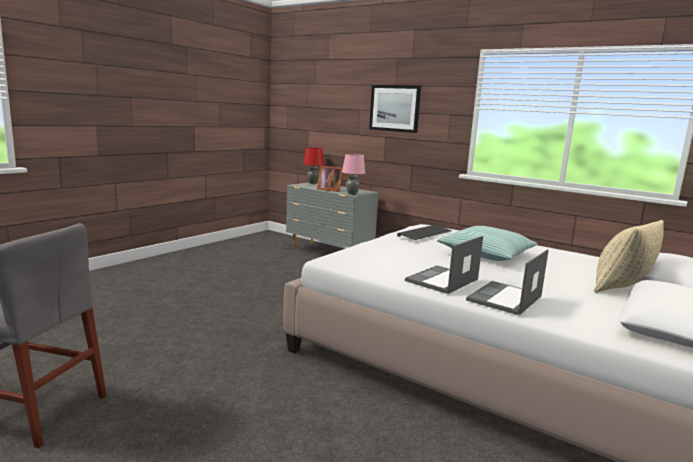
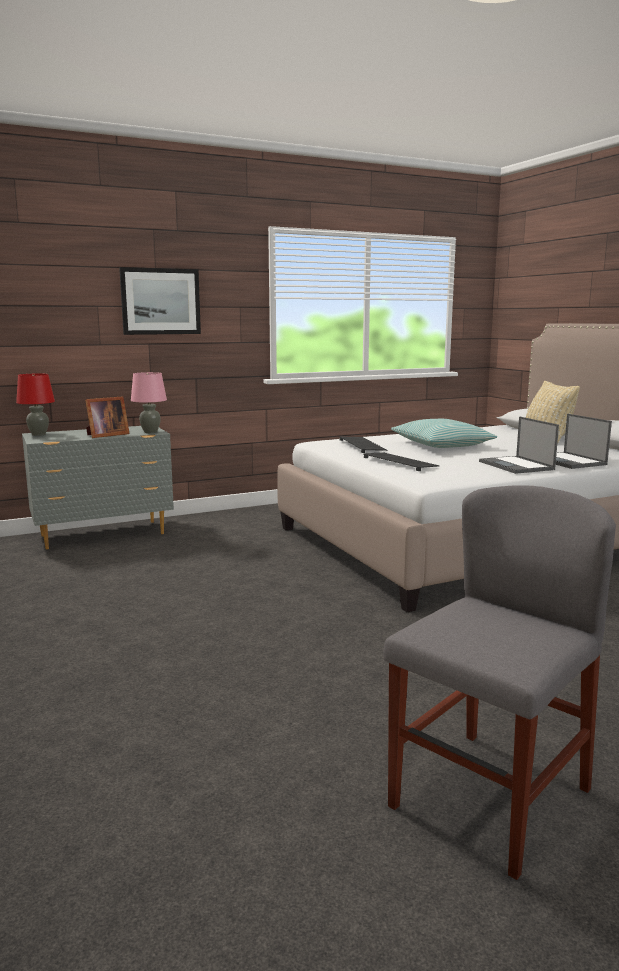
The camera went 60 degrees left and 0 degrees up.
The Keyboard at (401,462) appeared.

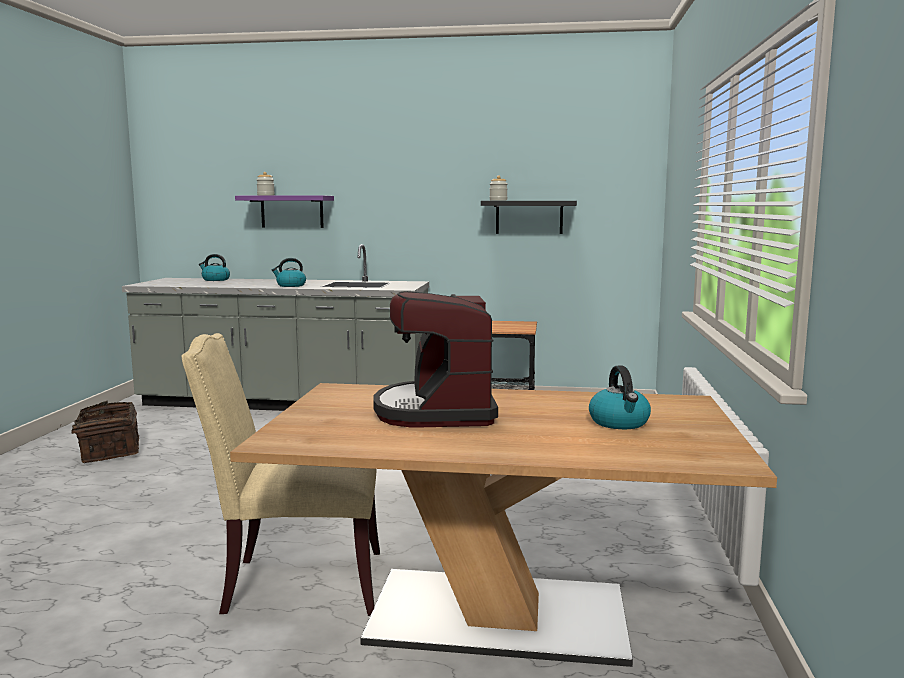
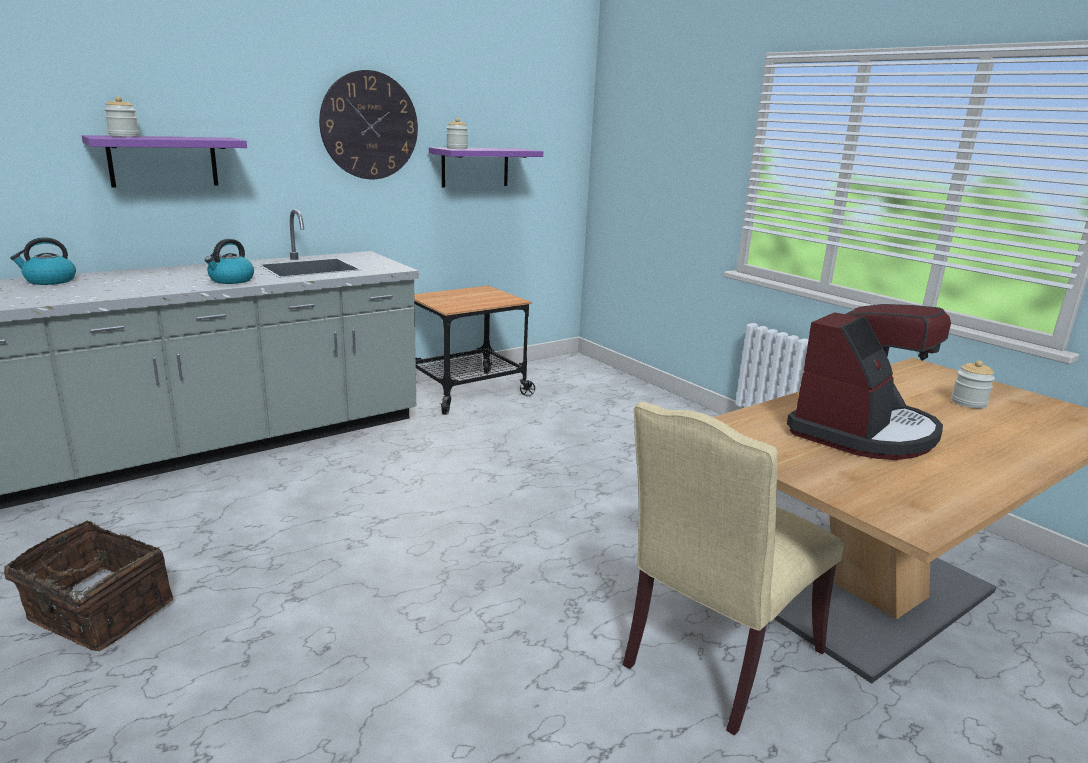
The camera went 45 degrees left and 10 degrees up.
The CoffeeMachine at (437,411) turned 90 degrees counterclockwise.
The BlackShelf at (529,217) became the PurpleShelf at (475,167).
The Kettle at (619,423) was replaced by the Jar at (968,402).
The WallClock at (369,125) appeared.

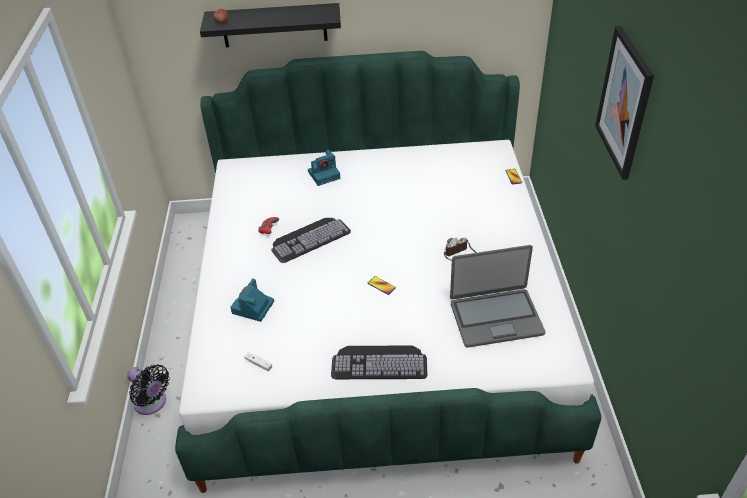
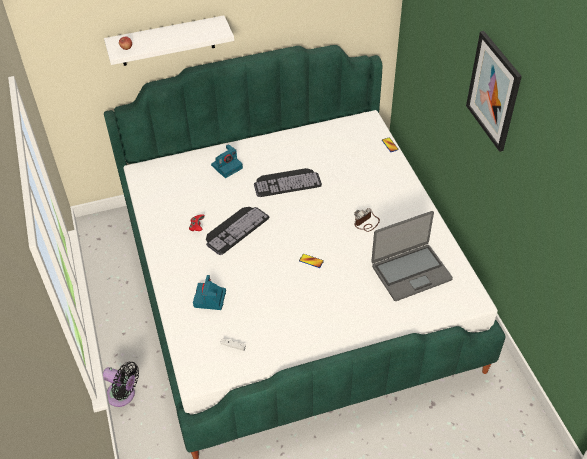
The camera went 15 degrees left and 5 degrees up.
The BlackShelf at (274,25) became the WhiteShelf at (167,41).
The Keyboard moved from (380,362) to (287,182).

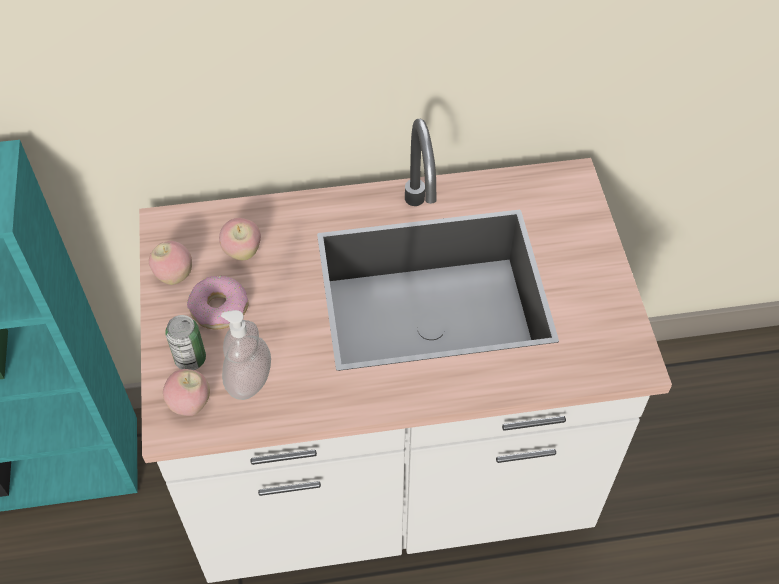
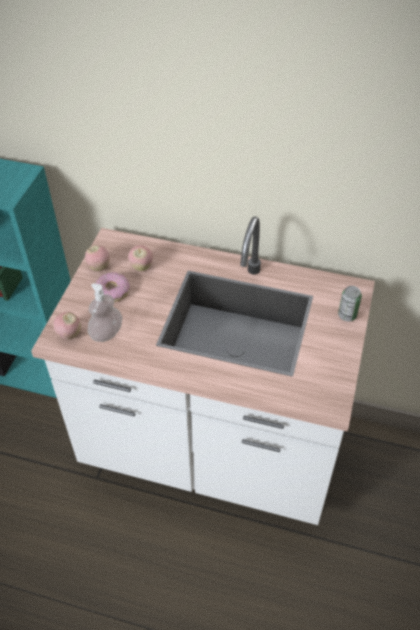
The camera went 25 degrees right and 5 degrees down.
The Can moved from (190,359) to (347,315).

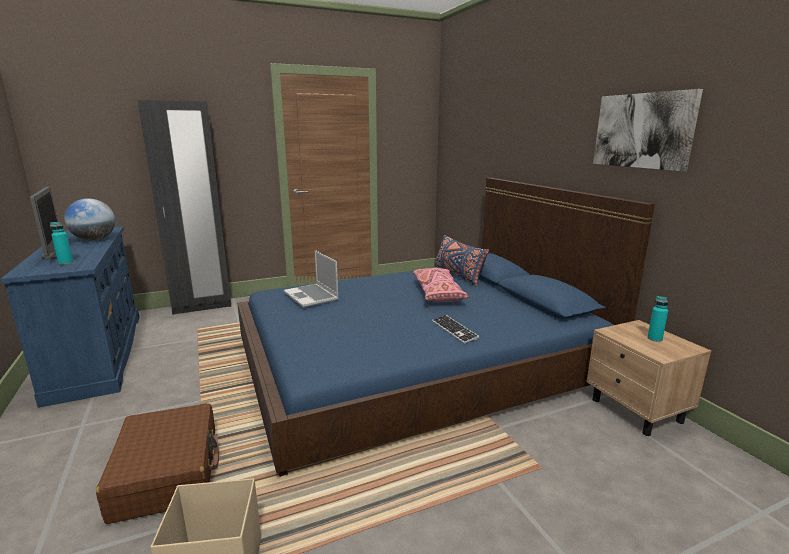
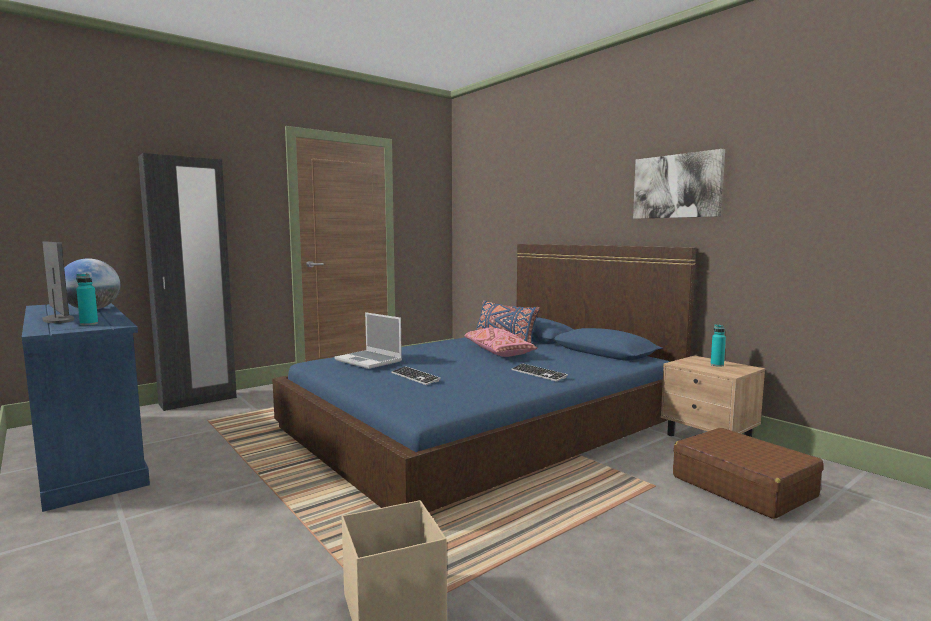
The camera went 15 degrees left and 10 degrees down.
The BrownSuitcase moved from (168,473) to (742,486).
The Keyboard at (415,377) appeared.

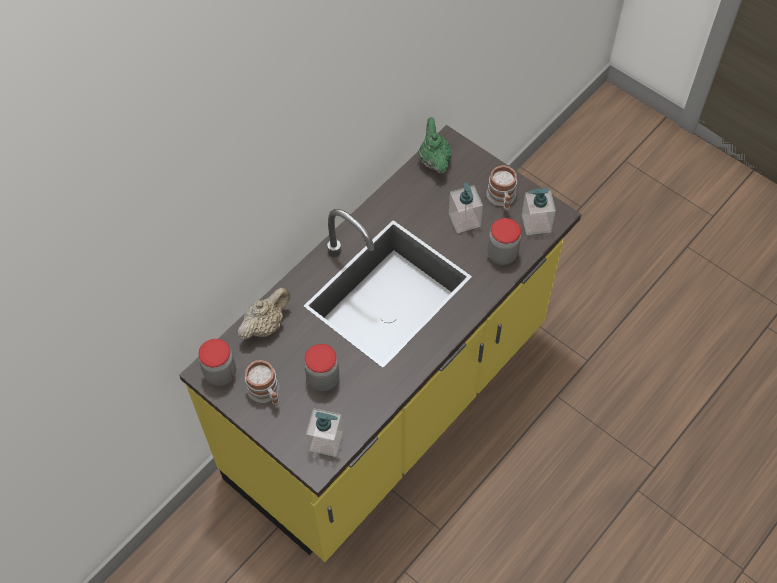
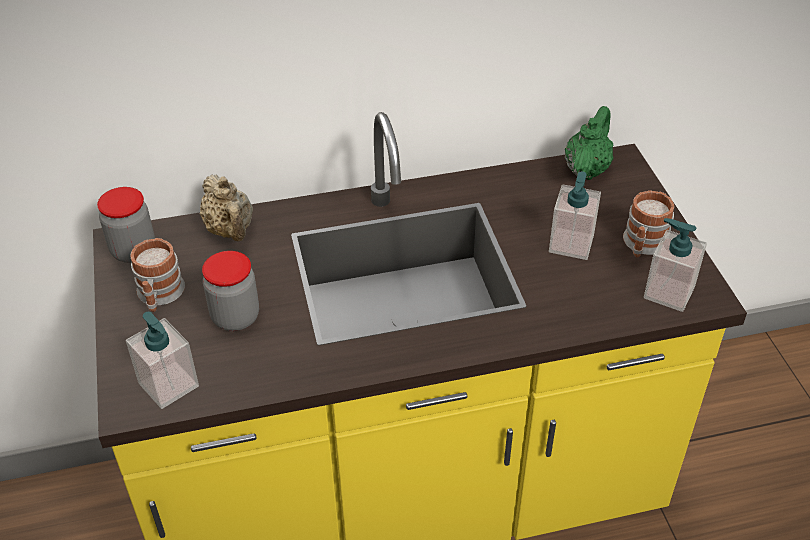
The camera went 35 degrees right and 15 degrees down.
The BeigeTeapot at (265,325) turned 75 degrees clockwise.
The Jar at (502,254) disappeared.

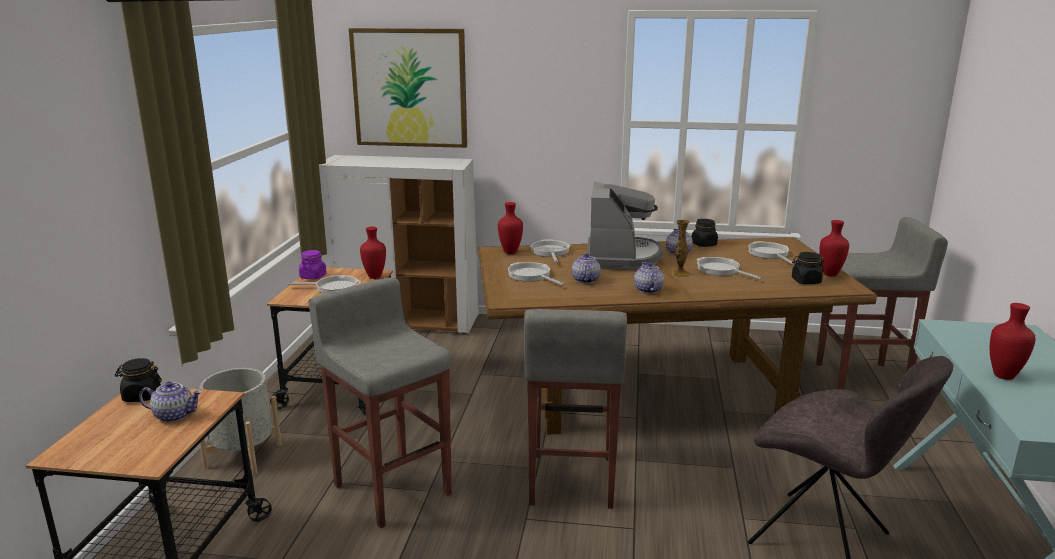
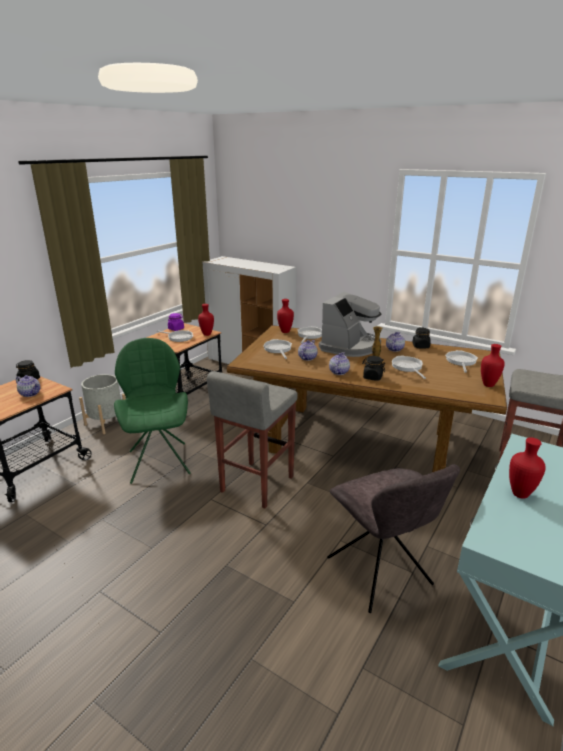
The camera went 25 degrees right and 5 degrees up.
The GreyStool at (392,488) was replaced by the GreenChair at (159,460).
The Picture at (409,88) disappeared.
The BlackJar moved from (806,281) to (372,377).

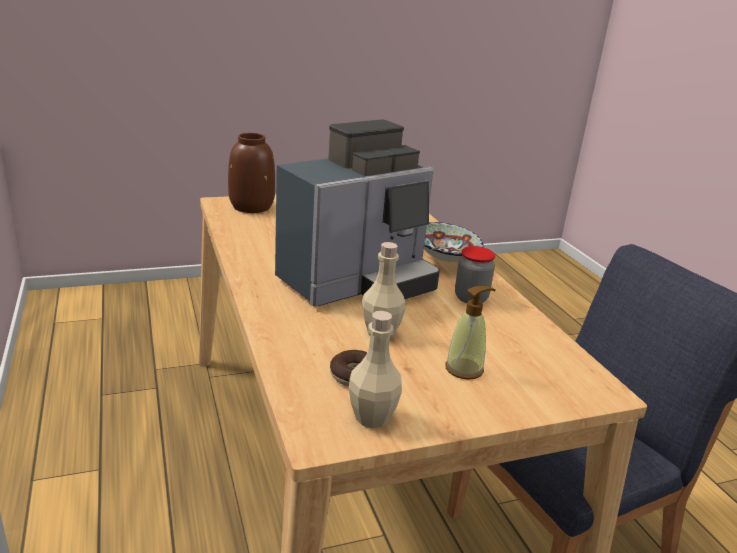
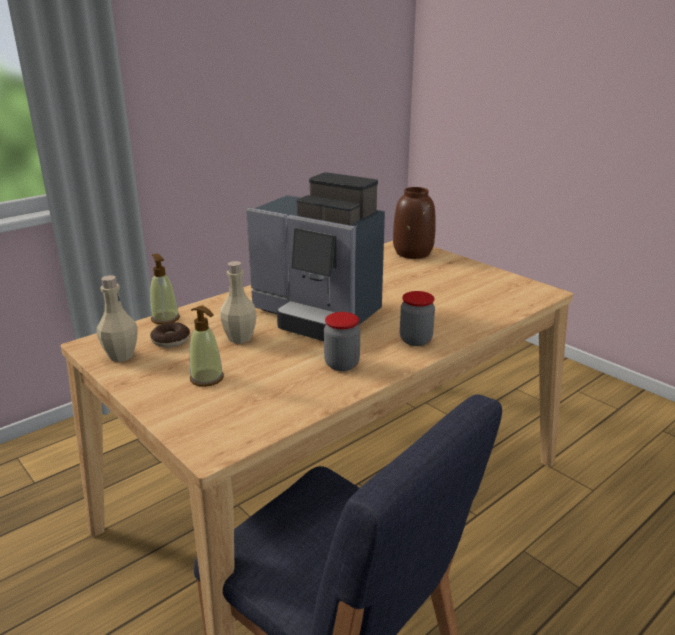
The camera went 70 degrees right and 0 degrees up.
The Bowl at (444,259) was replaced by the Jar at (415,340).
The SoapDispenser at (165,318) appeared.

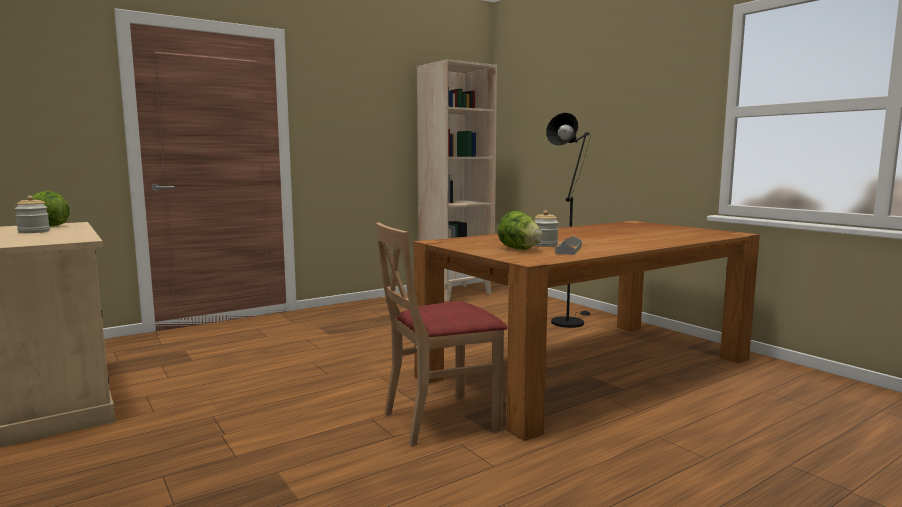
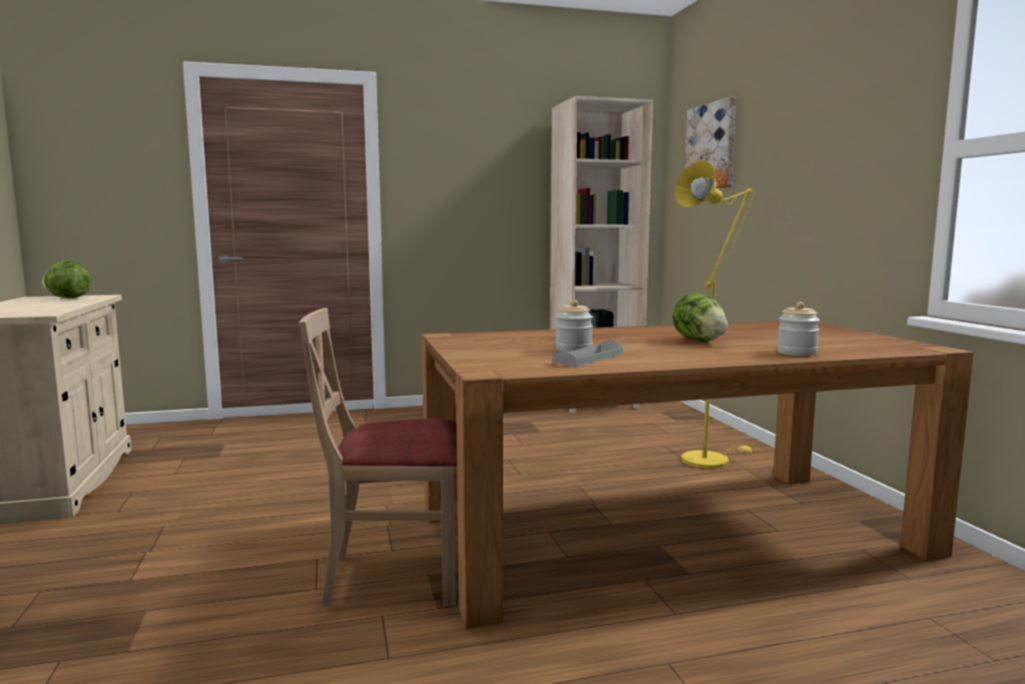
The camera went 20 degrees right and 0 degrees up.
The Jar moved from (34,232) to (796,353).
The Lettuce moved from (519,249) to (699,341).
The BlackFloorLamp at (569,321) became the YellowFloorLamp at (709,458).
The Picture at (711,147) appeared.

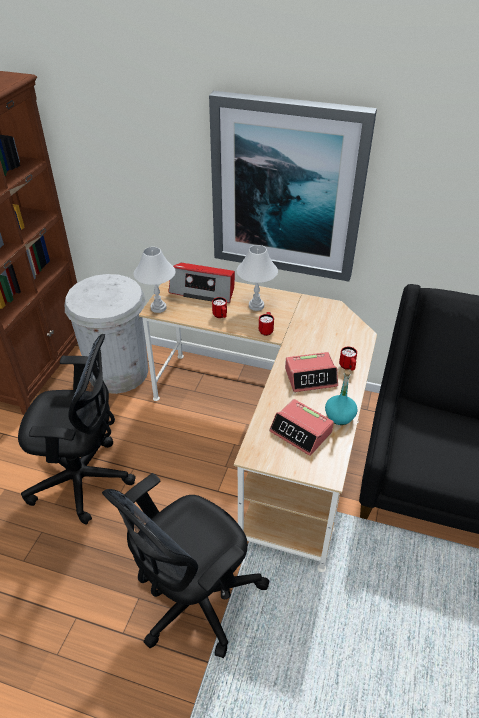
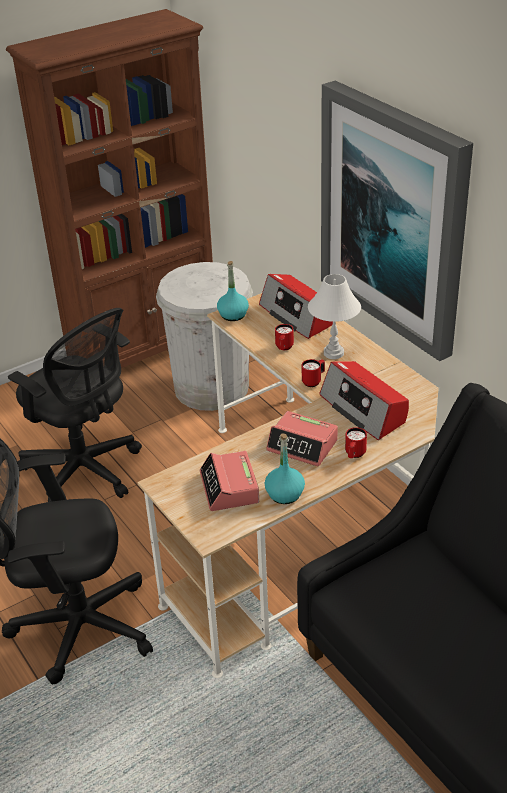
The camera went 40 degrees right and 5 degrees down.
The WhiteTableLamp at (158,307) was replaced by the TurquoiseBottle at (233,315).
The Radio at (364,409) appeared.

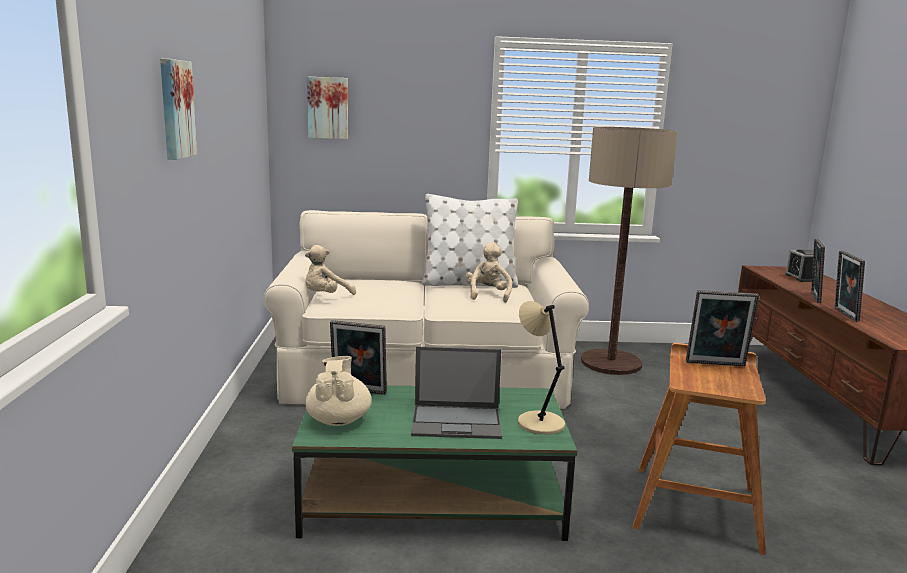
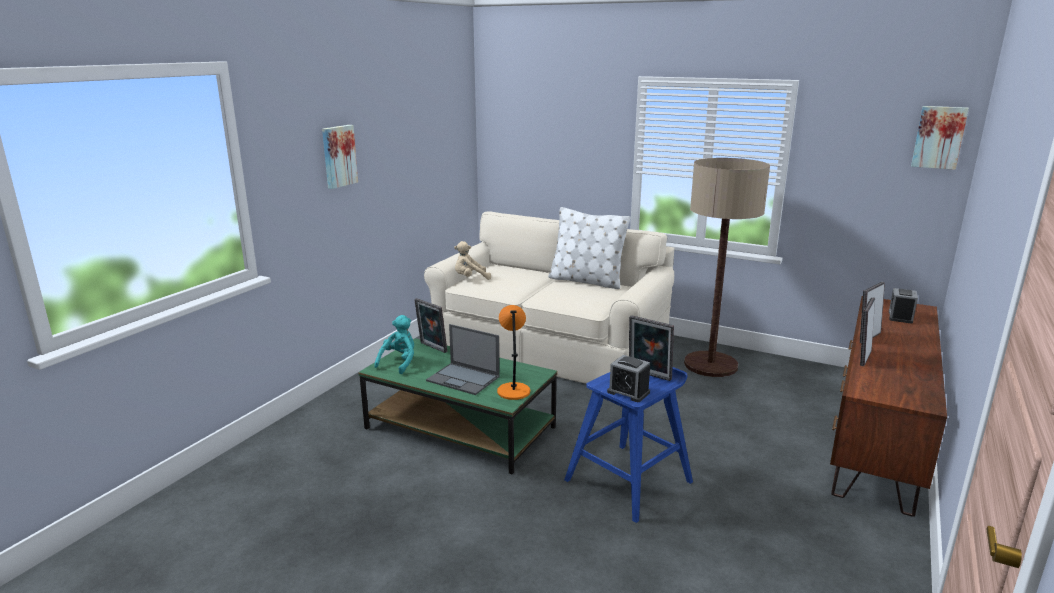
The camera went 30 degrees right and 5 degrees up.
The BeigeTeapot at (338,420) was replaced by the TurquoisePlushToy at (399,362).
The Picture moved from (328,108) to (939,137).
The BeigePlushToy at (488,295) disappeared.
The BeigeTableLamp at (538,422) became the OrangeTableLamp at (513,390).
The BrownStool at (696,506) became the BlueStool at (629,480).
The AlarmClock at (628,392) appeared.

